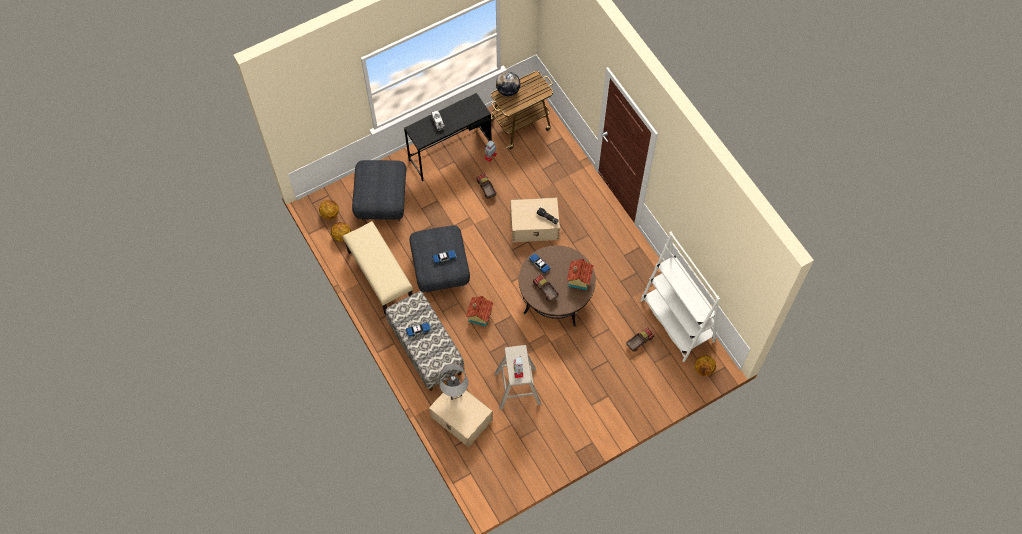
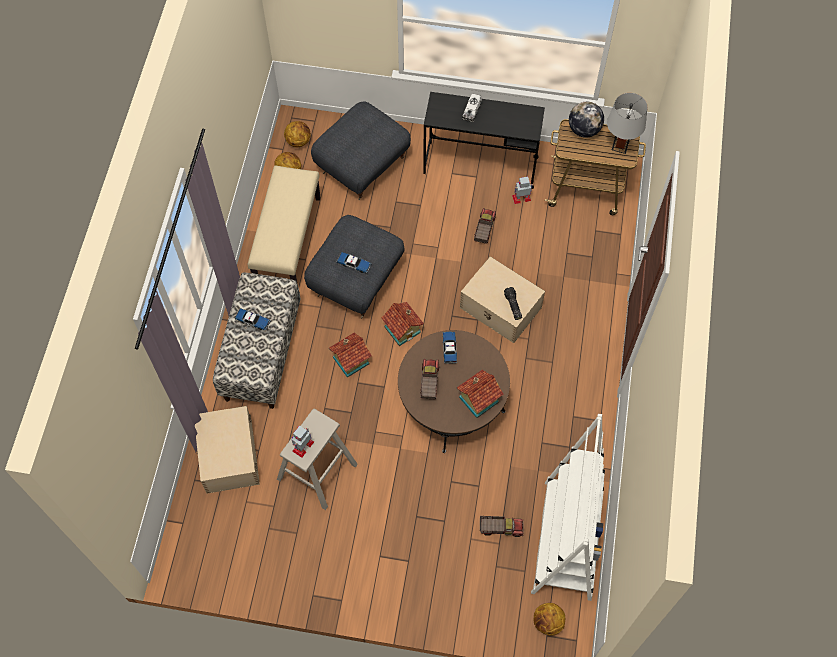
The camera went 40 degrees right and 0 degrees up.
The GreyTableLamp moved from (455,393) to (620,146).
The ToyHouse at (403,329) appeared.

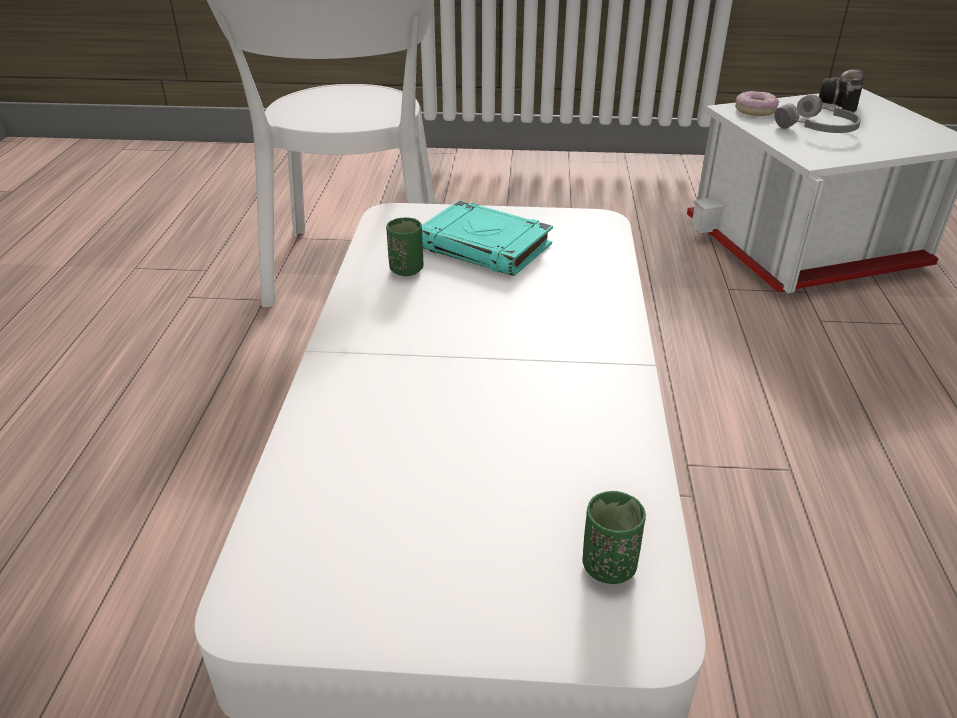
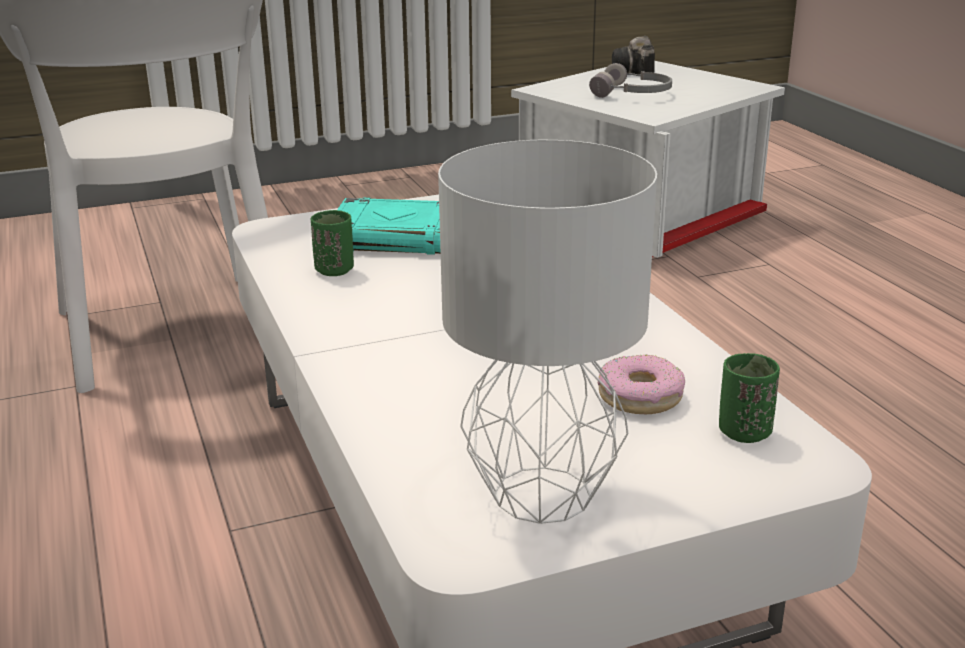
The camera went 25 degrees left and 10 degrees down.
The Donut moved from (755,110) to (639,397).
The GreyTableLamp at (546,494) appeared.

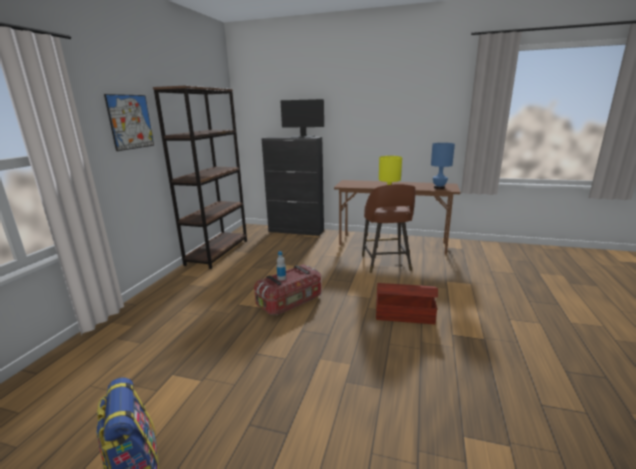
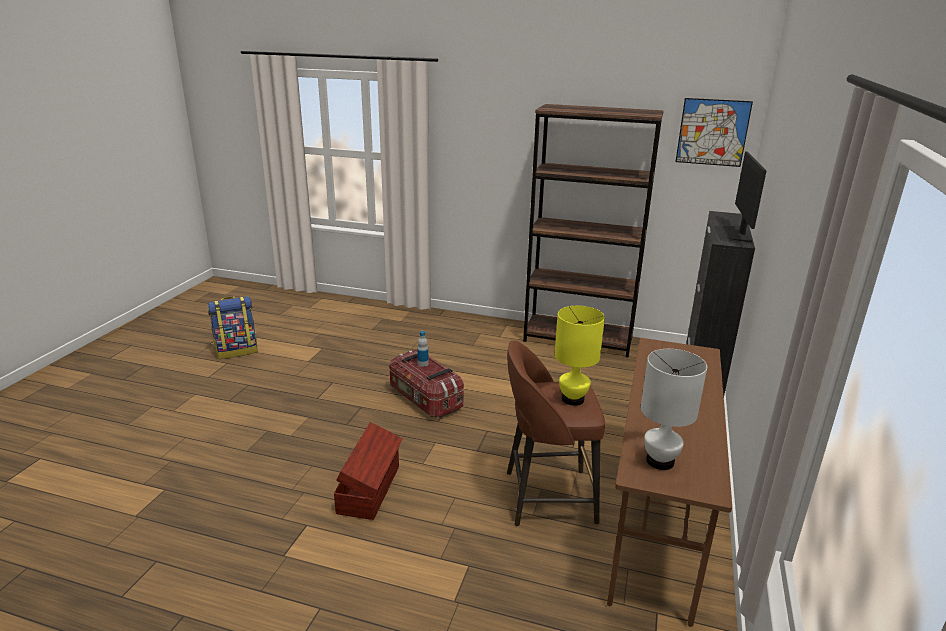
The camera went 90 degrees right and 5 degrees up.
The Picture moved from (130,122) to (712,132).
The BlueTableLamp at (439,187) became the WhiteTableLamp at (660,461).

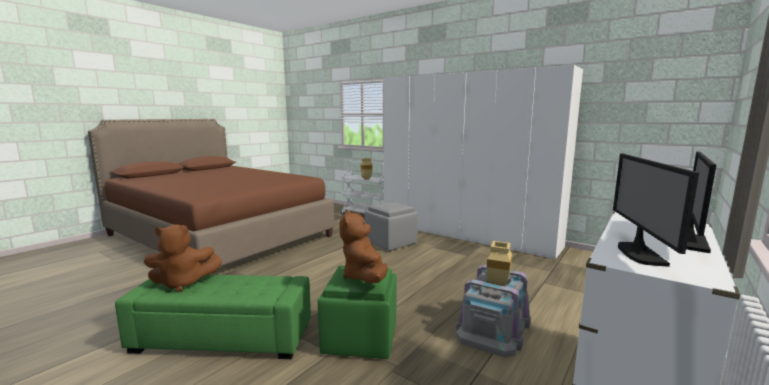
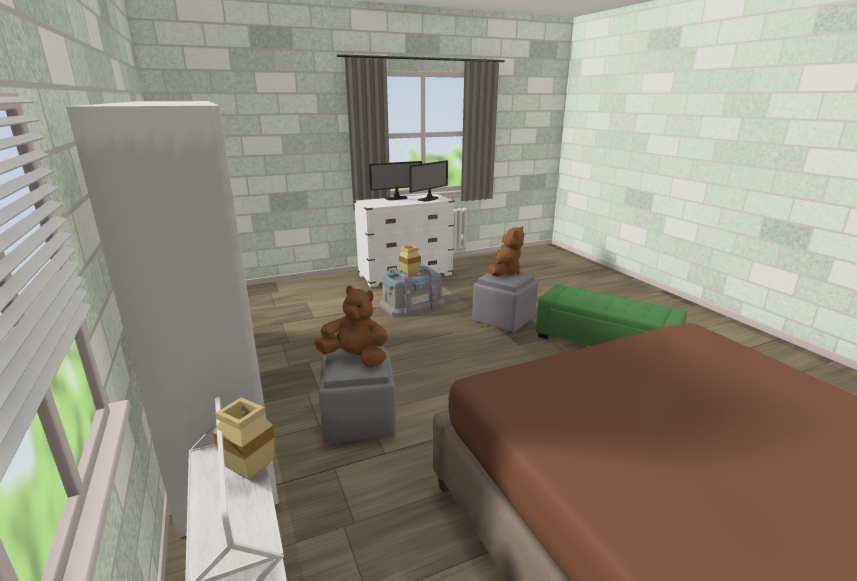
The camera went 150 degrees left and 10 degrees up.
The BrownPlushToy moved from (183,283) to (355,358).
The GreenOttoman at (361,339) became the GreyOttoman at (503,319).

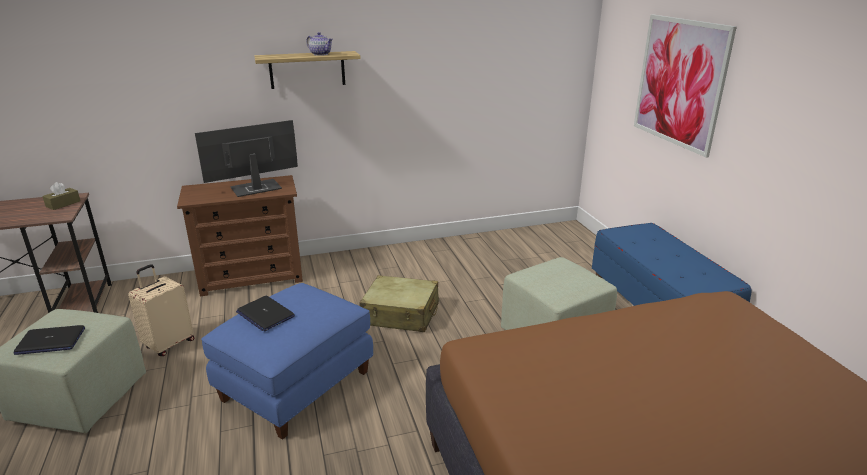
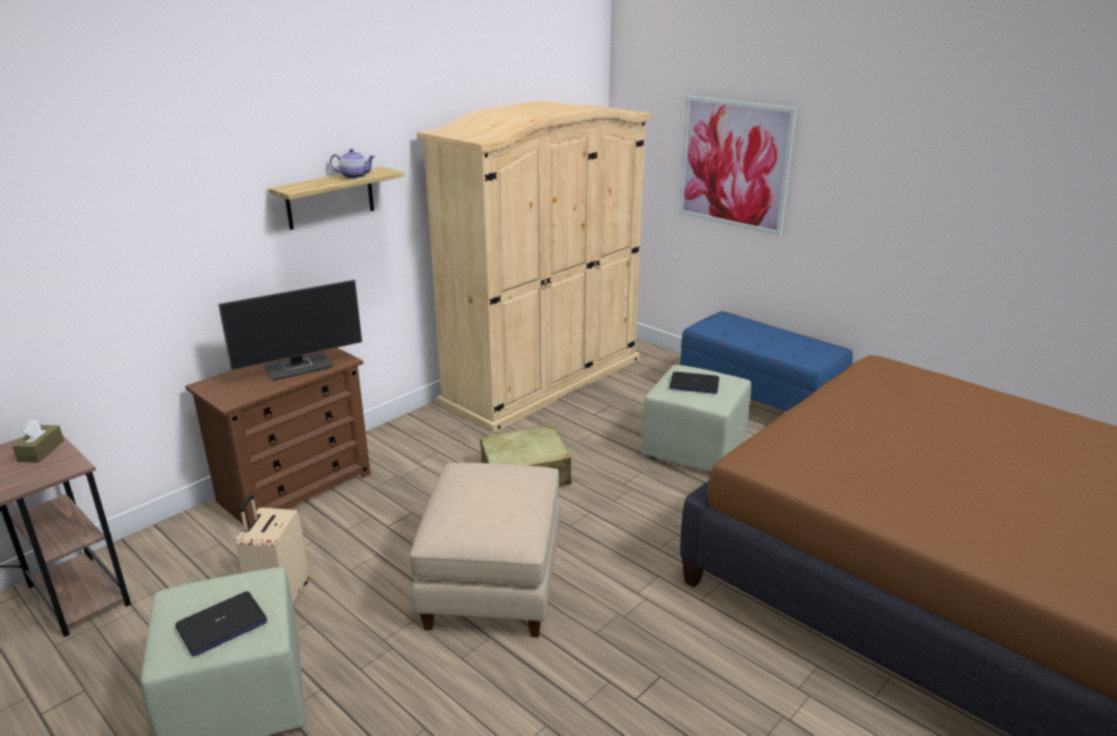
The camera went 30 degrees left and 0 degrees up.
The Monitor at (255,189) turned 150 degrees counterclockwise.
The BlueOttoman at (295,385) became the BeigeOttoman at (491,582).
The Laptop moved from (265,314) to (694,384).
The BeigeWardrobe at (543,380) appeared.

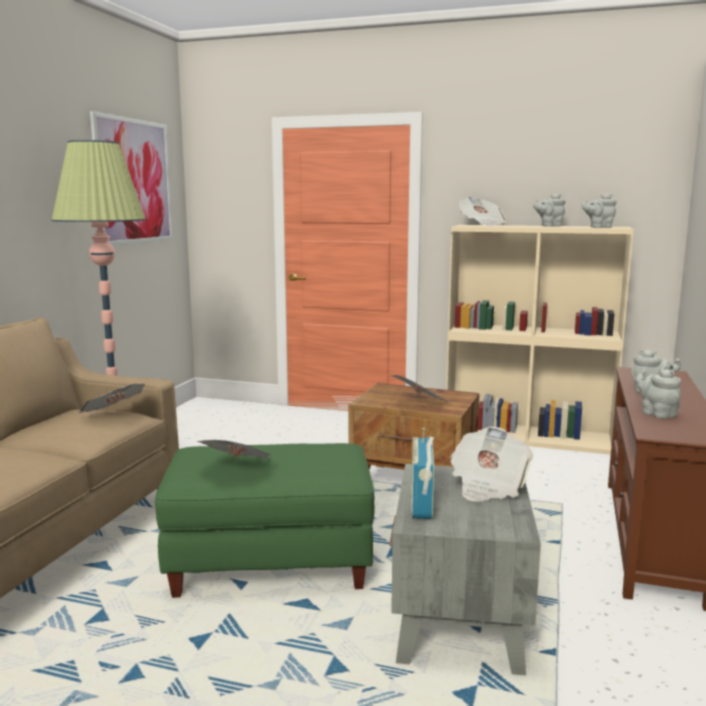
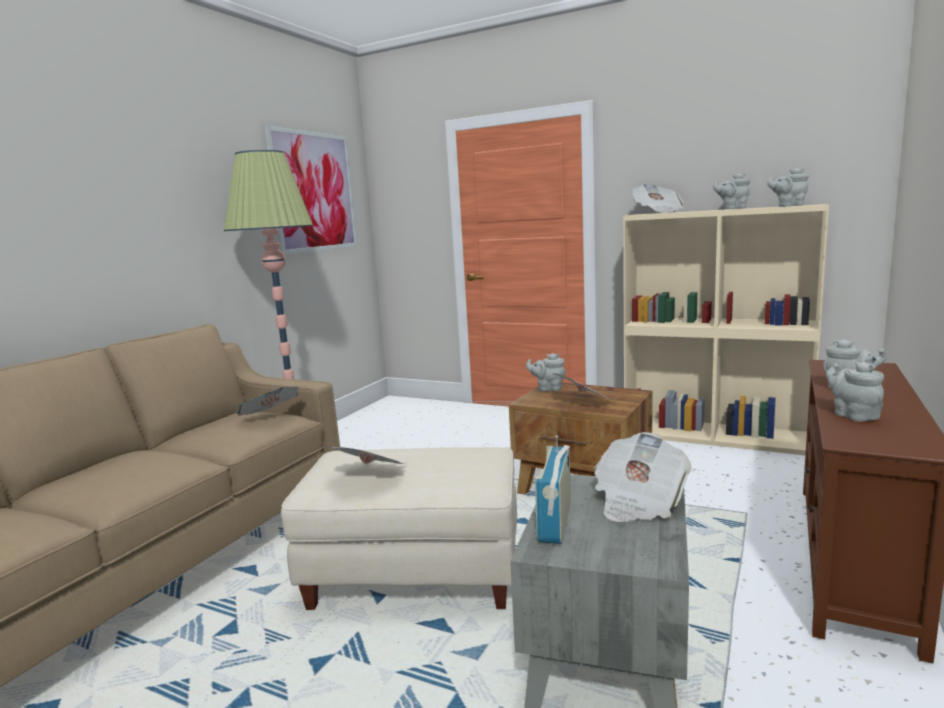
The camera went 10 degrees right and 0 degrees up.
The GreenOttoman at (270,563) became the BeigeOttoman at (415,573).
The GreyTeapot at (548,388) appeared.

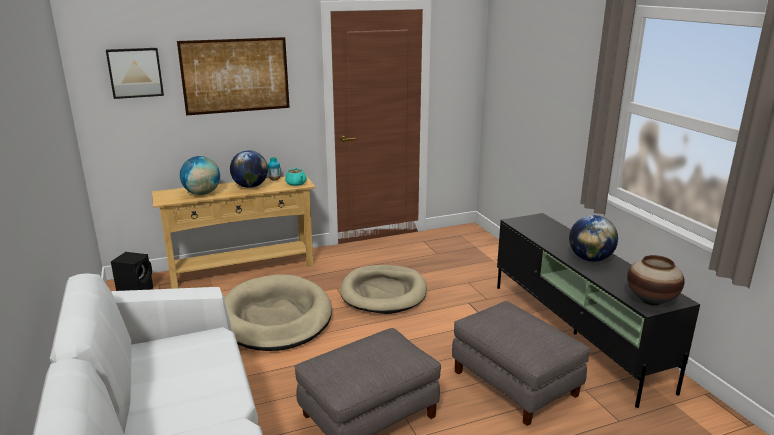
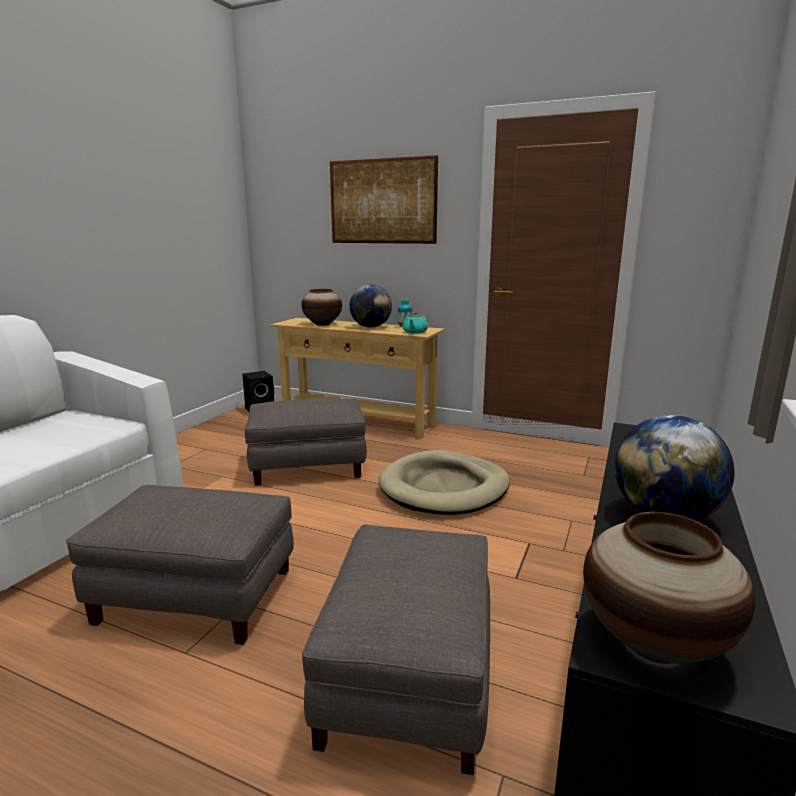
The camera went 45 degrees right and 5 degrees down.
The Picture at (135,72) disappeared.
The Globe at (202,193) was replaced by the Vase at (322,324).
The BeigeDogBed at (275,317) was replaced by the GreyOttoman at (307,466).

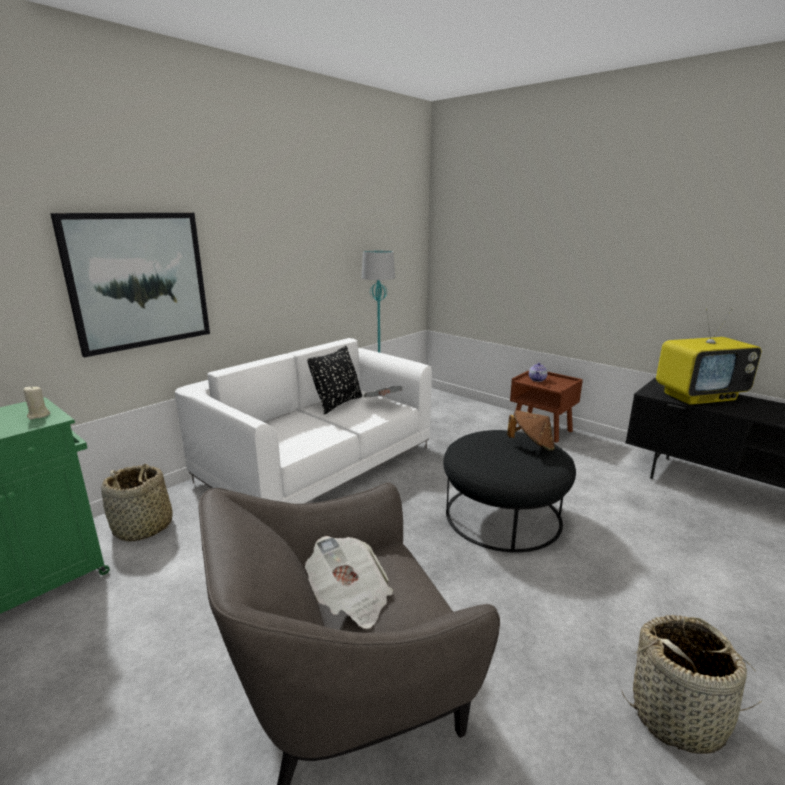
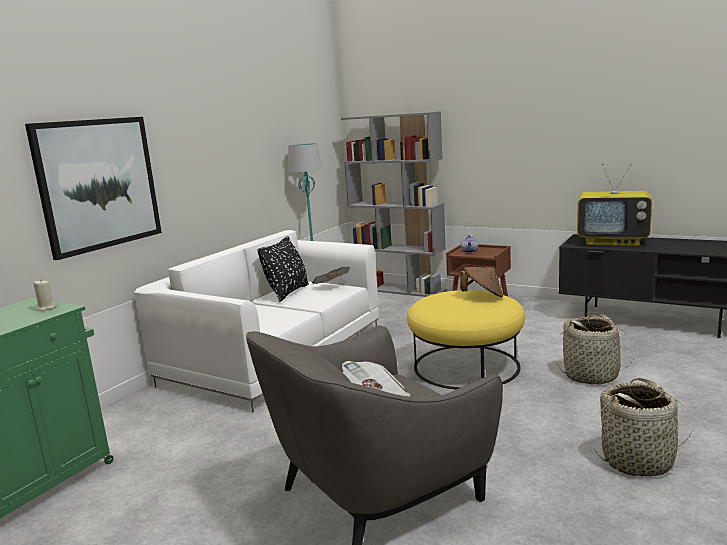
The camera went 10 degrees left and 5 degrees down.
The Basket moved from (143,527) to (591,375).
The BlackOttoman at (503,516) became the YellowOttoman at (466,366).
The Television at (699,396) turned 45 degrees clockwise.
The GreyBookcase at (400,289) appeared.

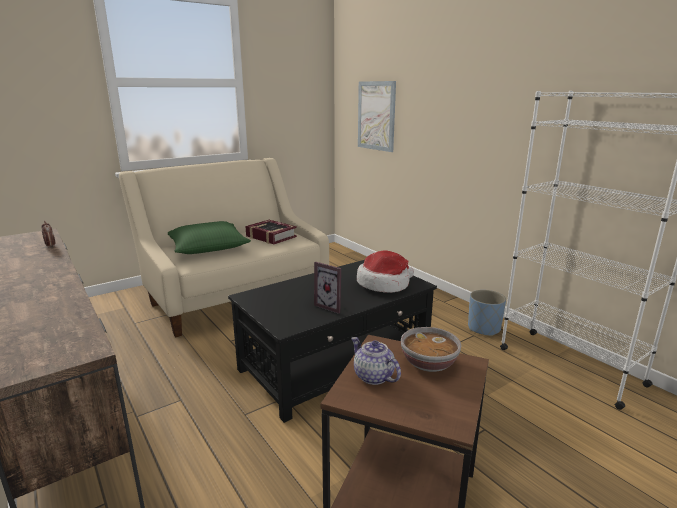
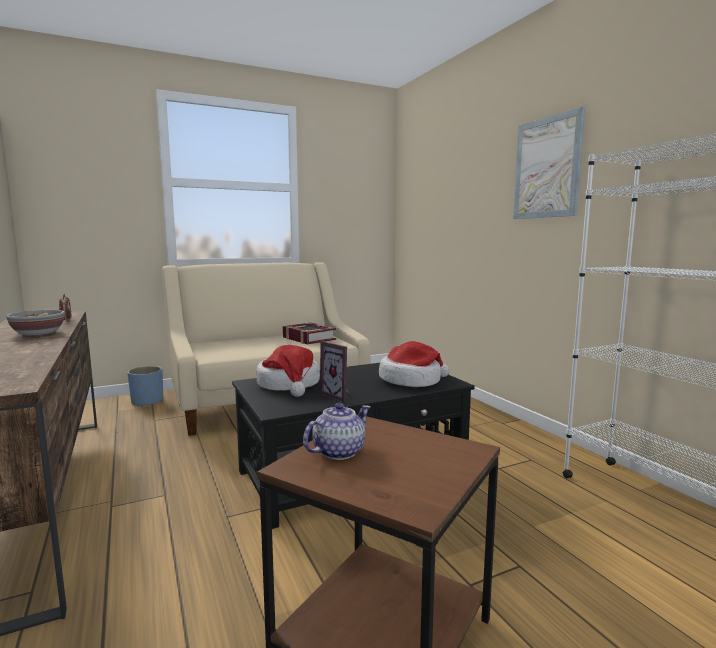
The camera went 10 degrees right and 10 degrees down.
The GreenPillow at (208,247) disappeared.
The Teapot at (373,376) turned 75 degrees clockwise.
The Picture moved from (376,116) to (547,168).
The Bowl moved from (428,363) to (37,334).
The BluePlanter moved from (484,328) to (147,402).
The Hat at (289,384) appeared.

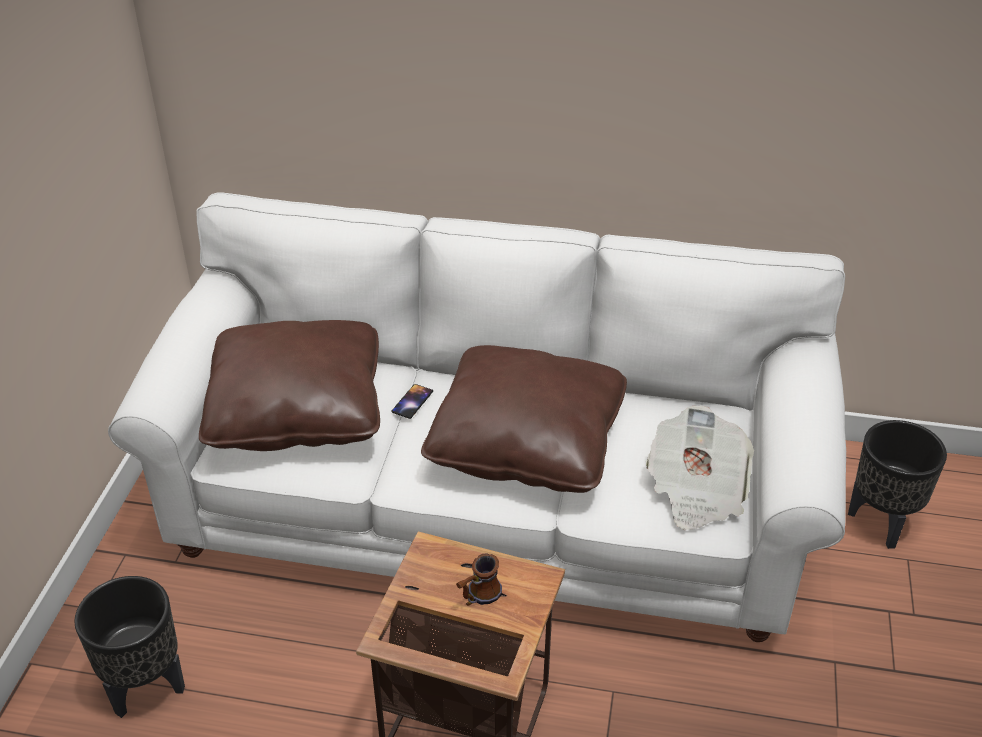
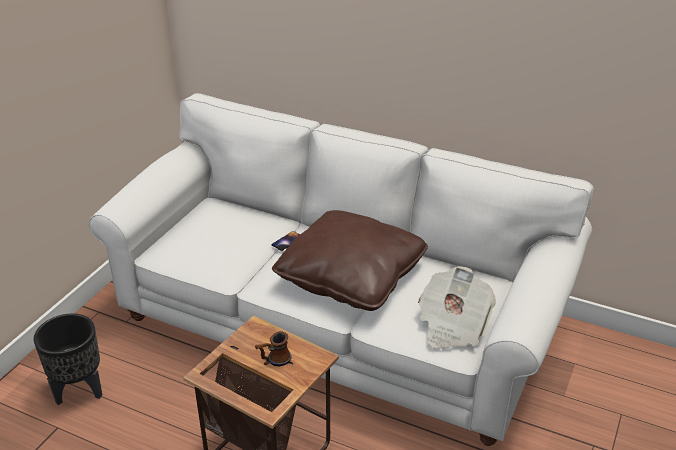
The camera went 15 degrees right and 5 degrees down.
The BrownPillow at (296,410) disappeared.
The BlackPlanter at (880,523) disappeared.

